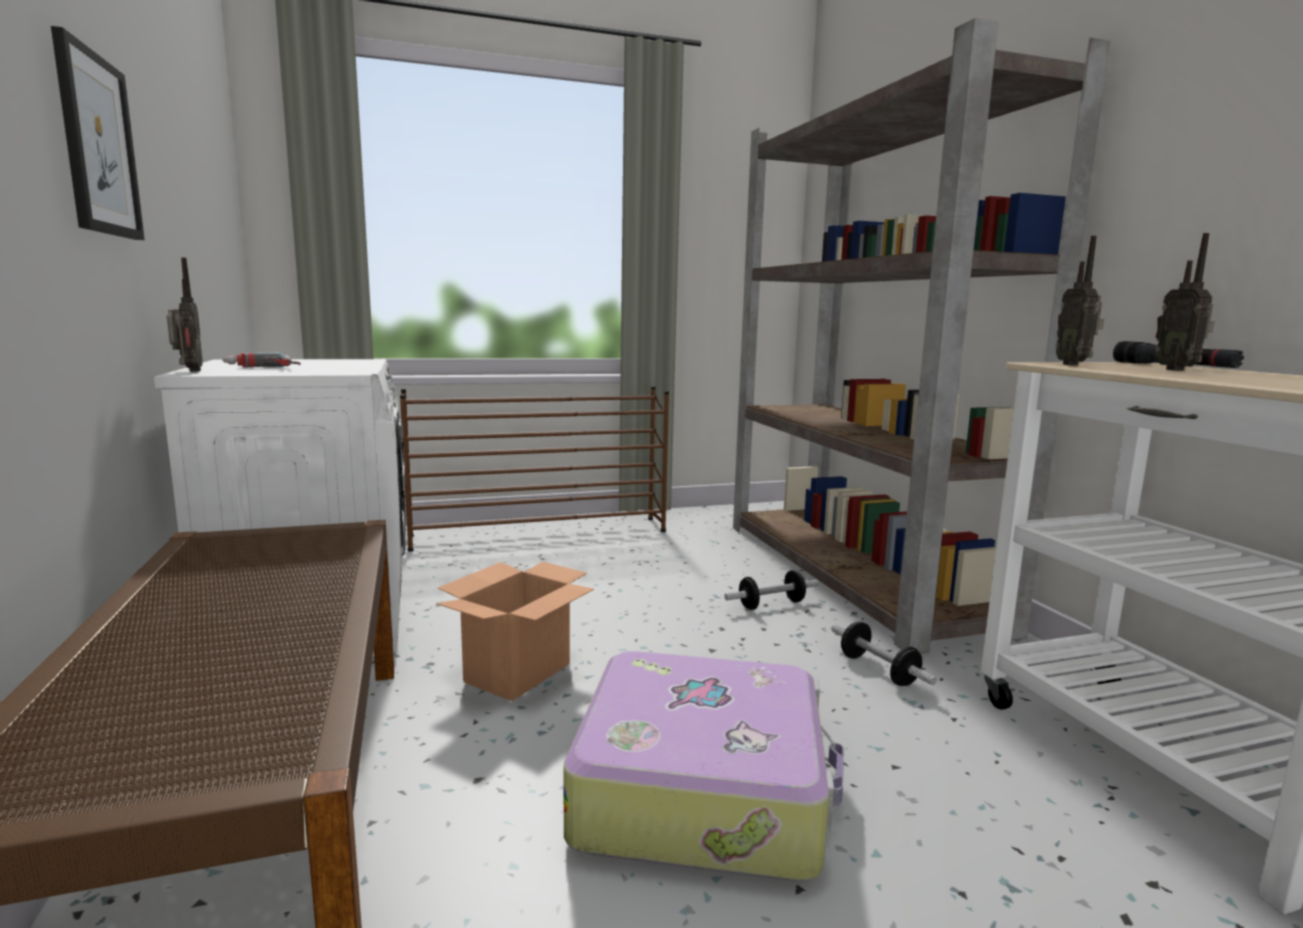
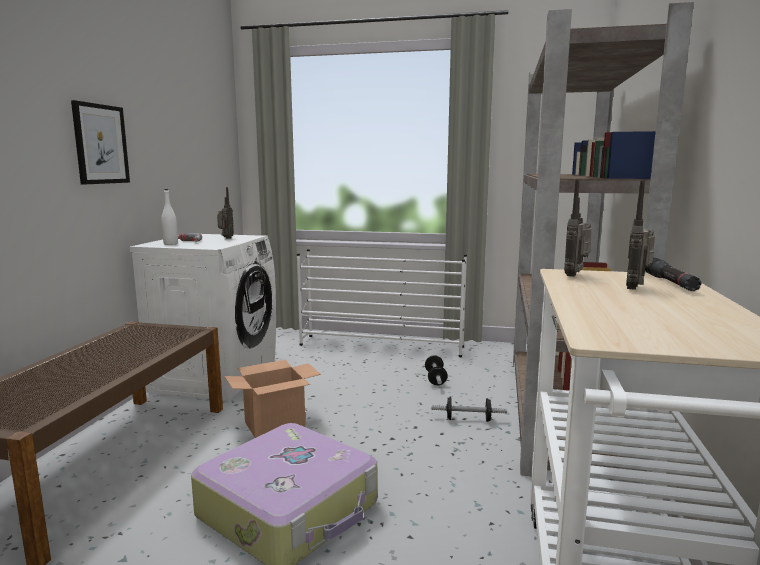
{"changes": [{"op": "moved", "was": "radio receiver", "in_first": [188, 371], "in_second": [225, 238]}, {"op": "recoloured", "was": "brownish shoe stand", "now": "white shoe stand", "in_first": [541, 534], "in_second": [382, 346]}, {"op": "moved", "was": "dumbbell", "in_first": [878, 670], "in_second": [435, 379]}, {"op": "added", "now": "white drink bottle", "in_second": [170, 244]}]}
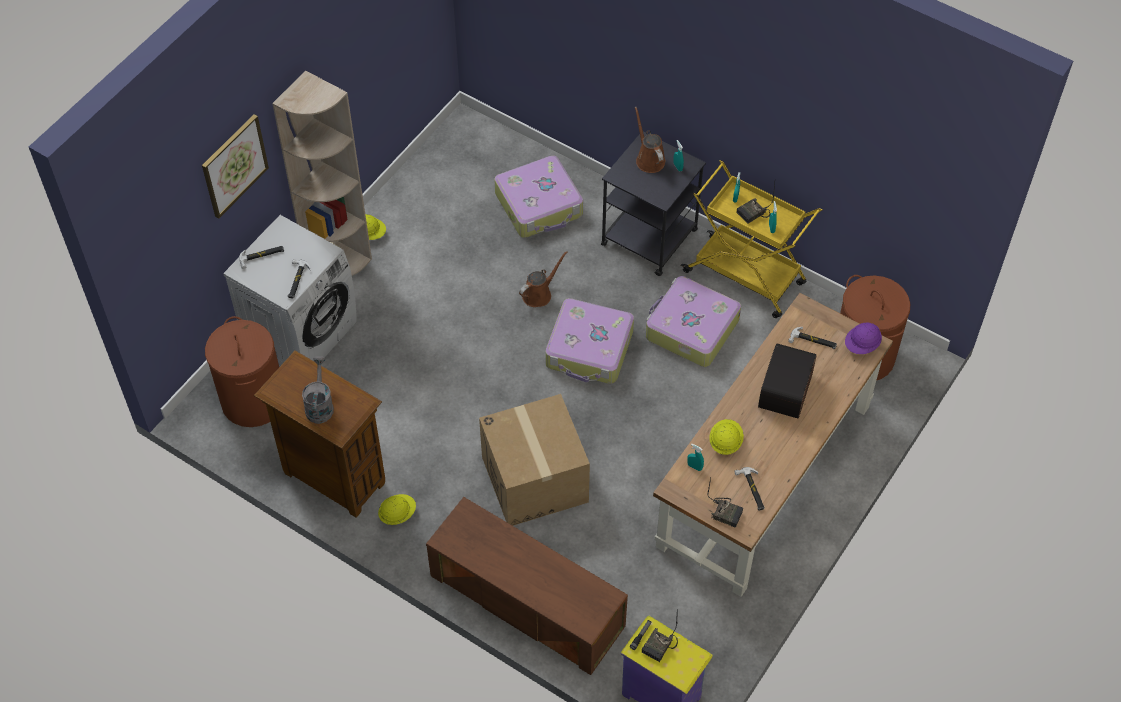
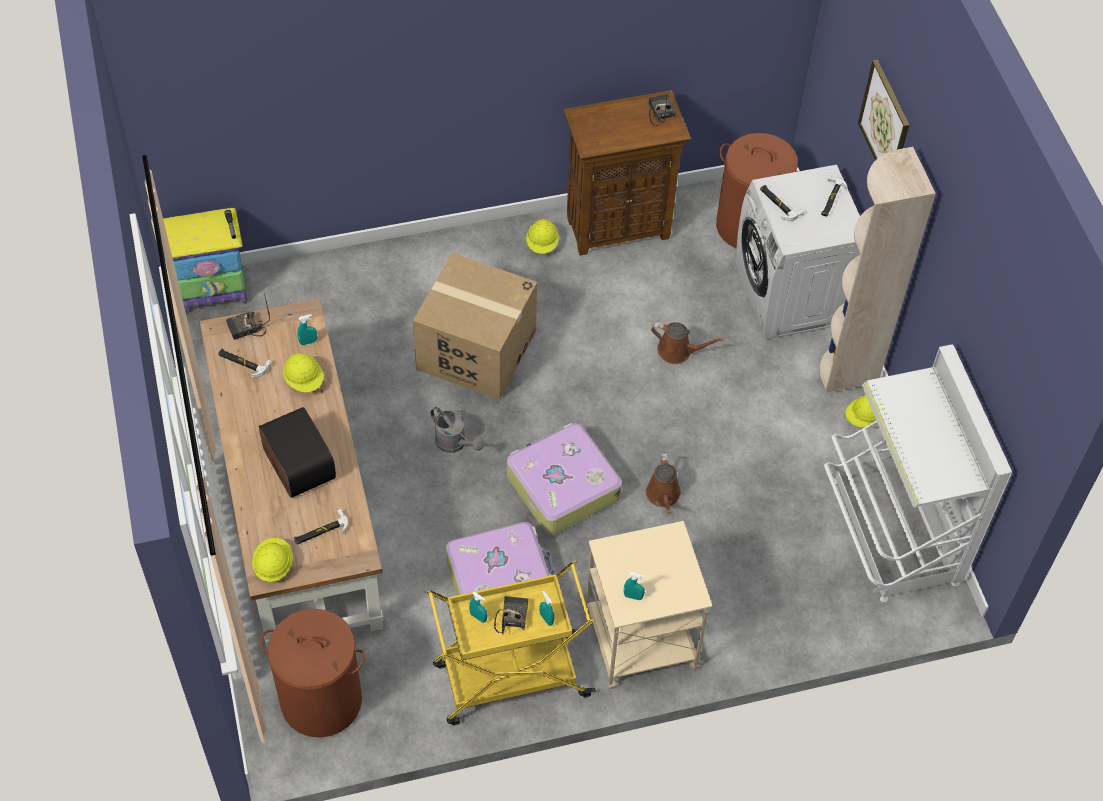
{"changes": [{"op": "moved", "was": "greyish watering can", "in_first": [319, 405], "in_second": [455, 444]}, {"op": "removed", "was": "brownish long seat", "in_first": [525, 601]}, {"op": "removed", "was": "travel case", "in_first": [539, 205]}, {"op": "recoloured", "was": "black wheeled cart", "now": "beige wheeled cart", "in_first": [650, 238], "in_second": [639, 639]}, {"op": "moved", "was": "brownish watering can", "in_first": [649, 159], "in_second": [678, 351]}, {"op": "moved", "was": "radio receiver", "in_first": [660, 647], "in_second": [660, 112]}, {"op": "recoloured", "was": "purplish work helmet", "now": "yellowish work helmet", "in_first": [862, 345], "in_second": [273, 566]}, {"op": "added", "now": "white shoe stand", "in_second": [889, 532]}]}
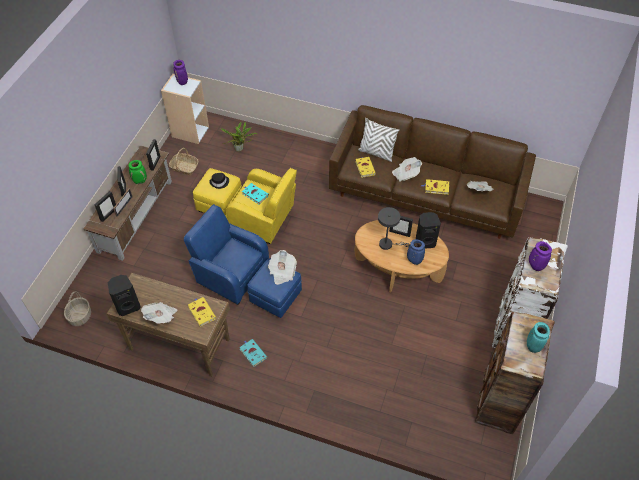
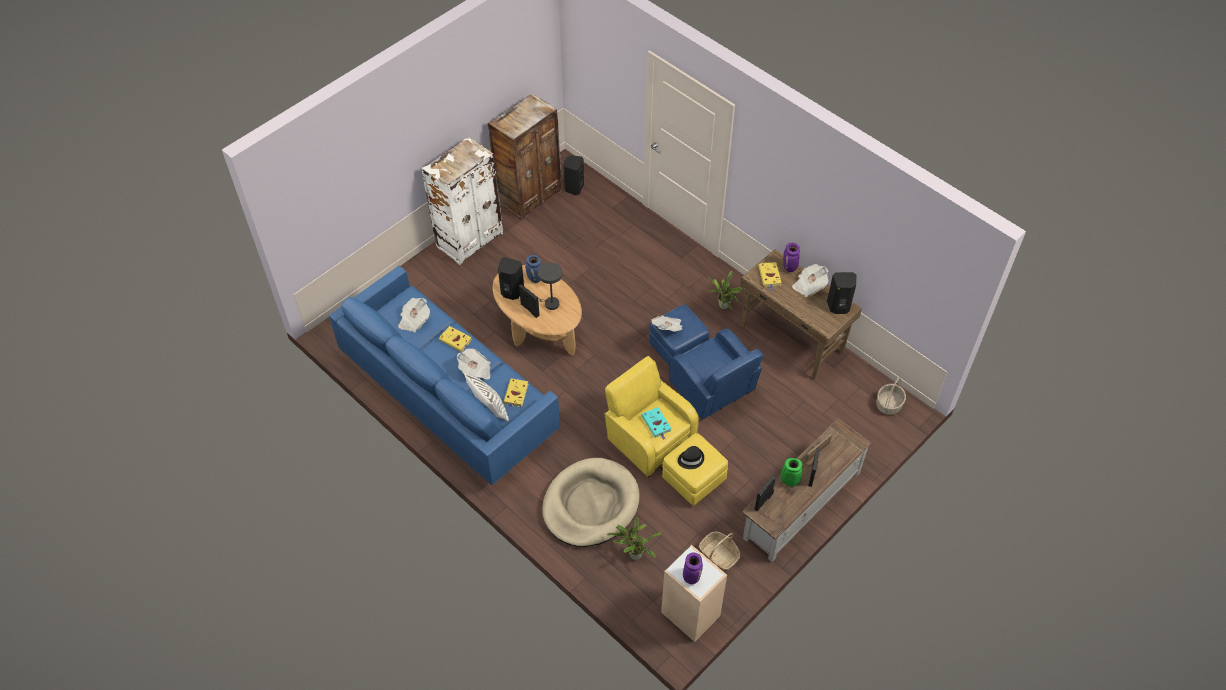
{"changes": [{"op": "removed", "was": "picture frame", "in_first": [108, 214]}, {"op": "replaced", "was": "turquoise bound book", "now": "houseplant", "in_first": [252, 353], "in_second": [723, 307]}, {"op": "recoloured", "was": "brownish settee", "now": "bluish settee", "in_first": [426, 196], "in_second": [448, 396]}, {"op": "removed", "was": "turquoise decorative vase", "in_first": [533, 345]}, {"op": "moved", "was": "purplish decorative vase", "in_first": [535, 265], "in_second": [790, 268]}, {"op": "added", "now": "beige dog bed", "in_second": [590, 505]}, {"op": "added", "now": "black speaker", "in_second": [573, 188]}]}
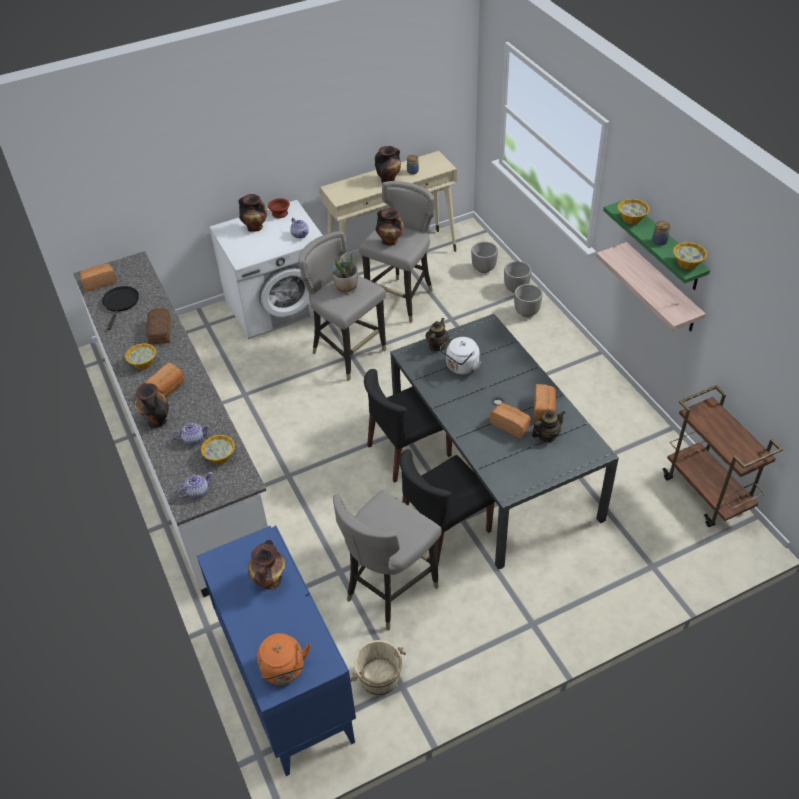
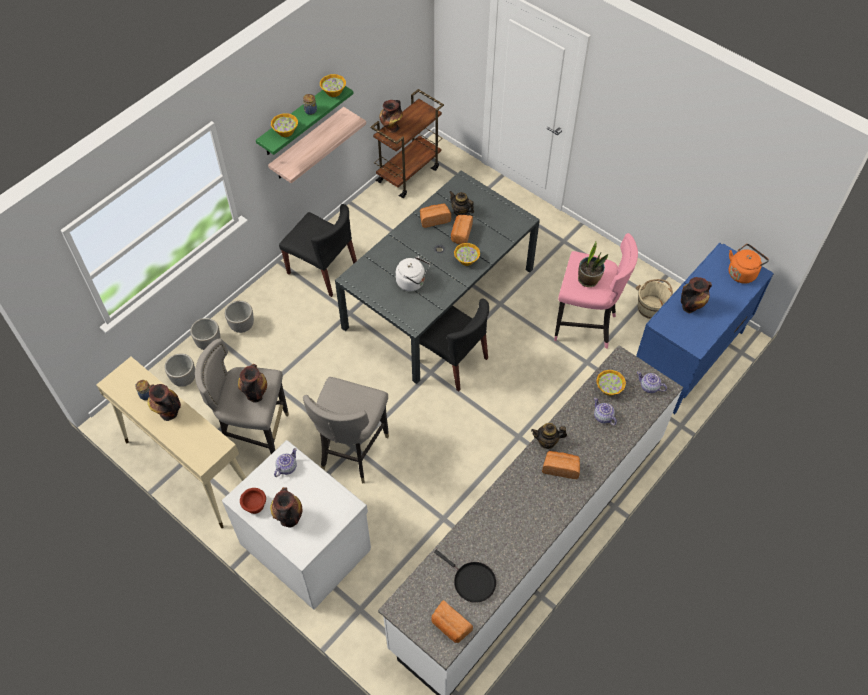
{"changes": [{"op": "turned", "was": "black skillet", "in_first": [121, 303], "in_second": [472, 581], "clockwise": -120}, {"op": "moved", "was": "serving bowl", "in_first": [143, 363], "in_second": [466, 260]}, {"op": "moved", "was": "decorative vase", "in_first": [156, 420], "in_second": [392, 128]}, {"op": "removed", "was": "bread", "in_first": [161, 331]}, {"op": "moved", "was": "houseplant", "in_first": [346, 288], "in_second": [588, 280]}, {"op": "recoloured", "was": "greyish stool", "now": "pink-coloured stool", "in_first": [389, 591], "in_second": [585, 326]}, {"op": "moved", "was": "black upright chair", "in_first": [444, 529], "in_second": [323, 269]}, {"op": "moved", "was": "tea pot", "in_first": [437, 346], "in_second": [547, 441]}]}
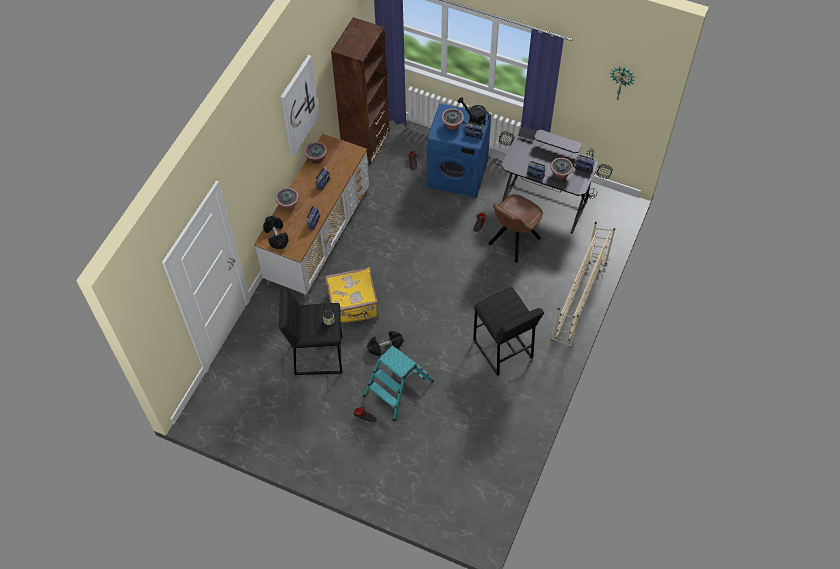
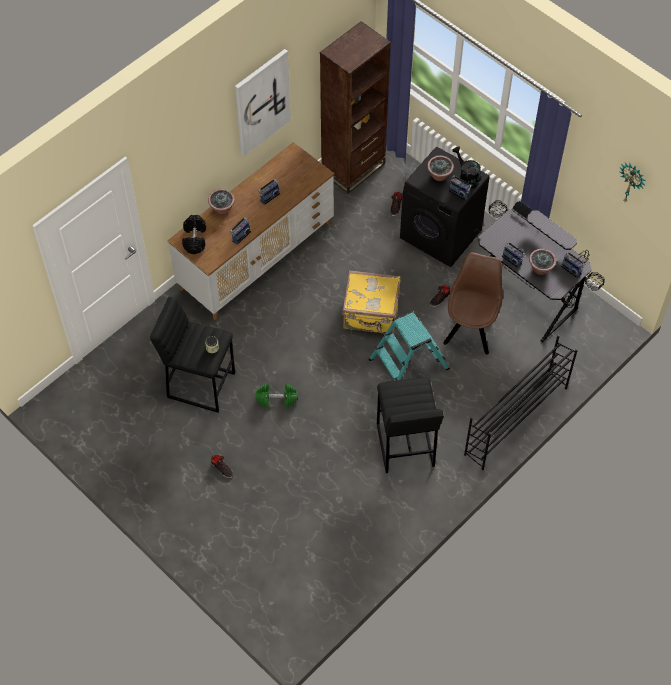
{"changes": [{"op": "removed", "was": "houseplant", "in_first": [316, 159]}, {"op": "moved", "was": "yellowish travel case", "in_first": [353, 306], "in_second": [371, 314]}, {"op": "moved", "was": "turquoise stepladder", "in_first": [398, 388], "in_second": [408, 364]}, {"op": "recoloured", "was": "black dumbbell", "now": "greenish dumbbell", "in_first": [385, 346], "in_second": [277, 399]}, {"op": "recoloured", "was": "bluish washing machine", "now": "black washing machine", "in_first": [457, 174], "in_second": [440, 234]}, {"op": "turned", "was": "brownish upright chair", "in_first": [513, 241], "in_second": [470, 329], "clockwise": 135}, {"op": "recoloured", "was": "beige shoe stand", "now": "black shoe stand", "in_first": [579, 301], "in_second": [515, 421]}]}
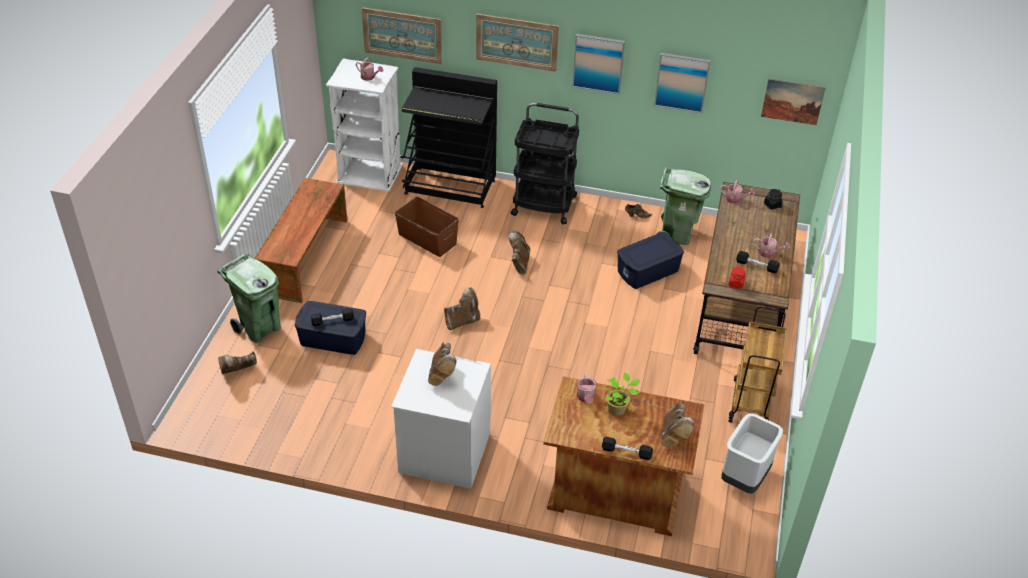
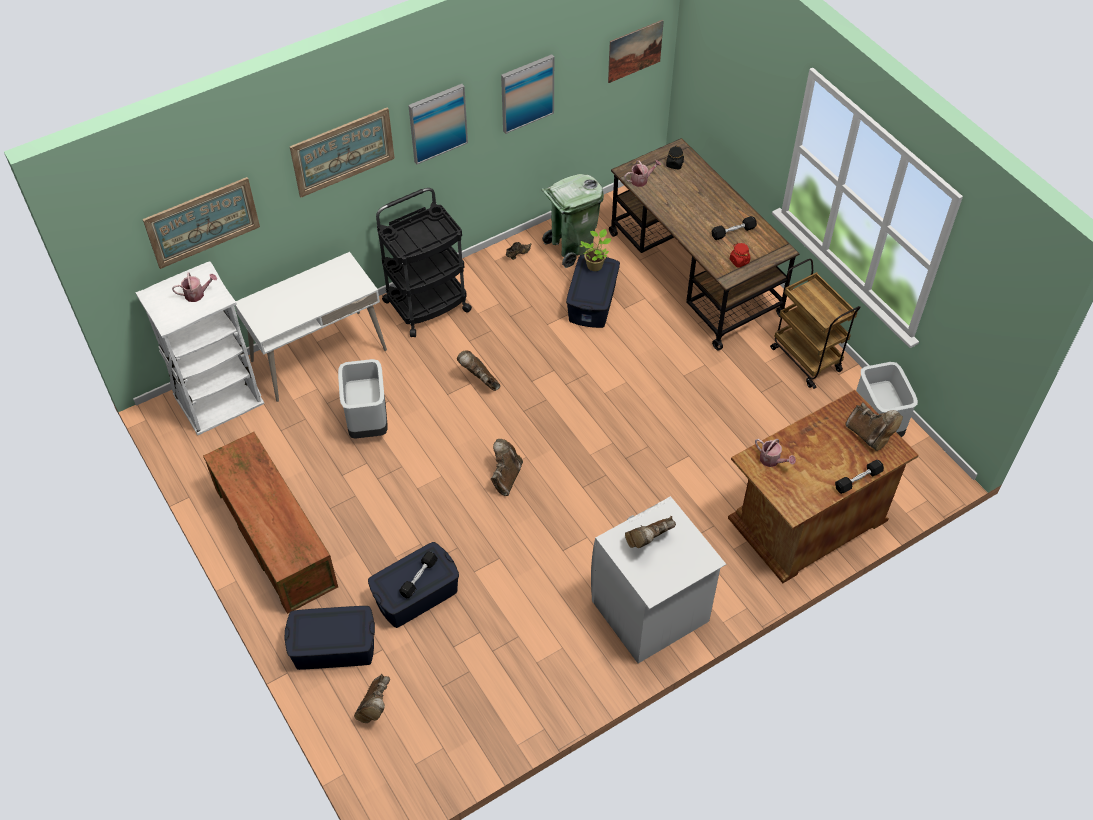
{"changes": [{"op": "replaced", "was": "greenish rubbish bin", "now": "bluish storage bin", "in_first": [259, 328], "in_second": [334, 647]}, {"op": "replaced", "was": "brownish storage bin", "now": "greyish rubbish bin", "in_first": [427, 238], "in_second": [367, 423]}, {"op": "replaced", "was": "black shoe stand", "now": "white desk", "in_first": [449, 189], "in_second": [319, 355]}, {"op": "turned", "was": "brownish tall boot", "in_first": [441, 374], "in_second": [648, 542], "clockwise": 105}, {"op": "moved", "was": "houseplant", "in_first": [618, 409], "in_second": [595, 265]}, {"op": "removed", "was": "watering can", "in_first": [769, 253]}]}
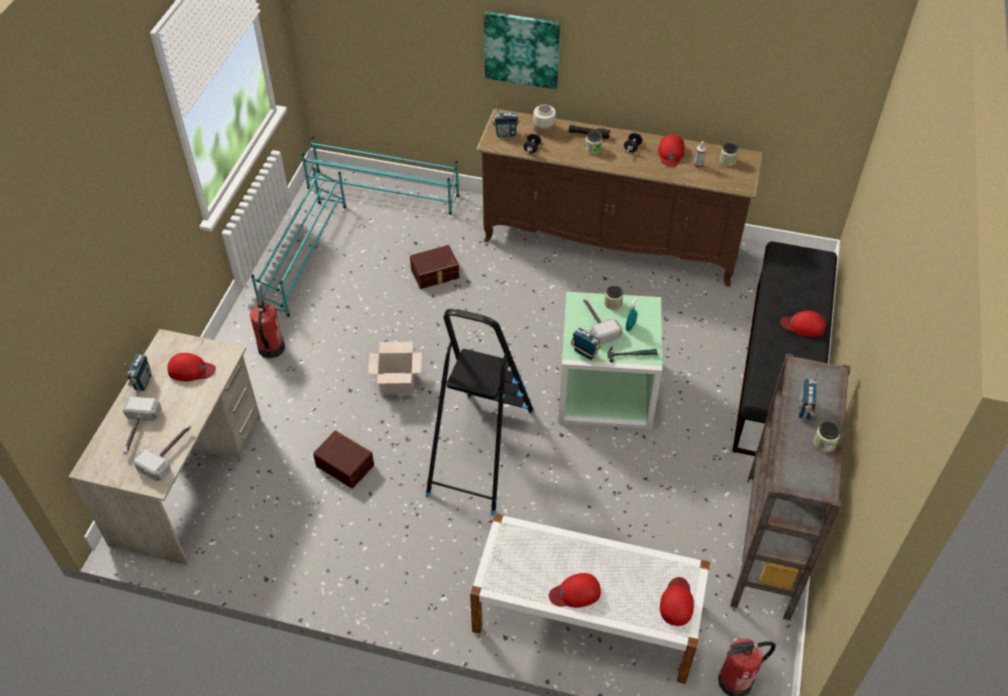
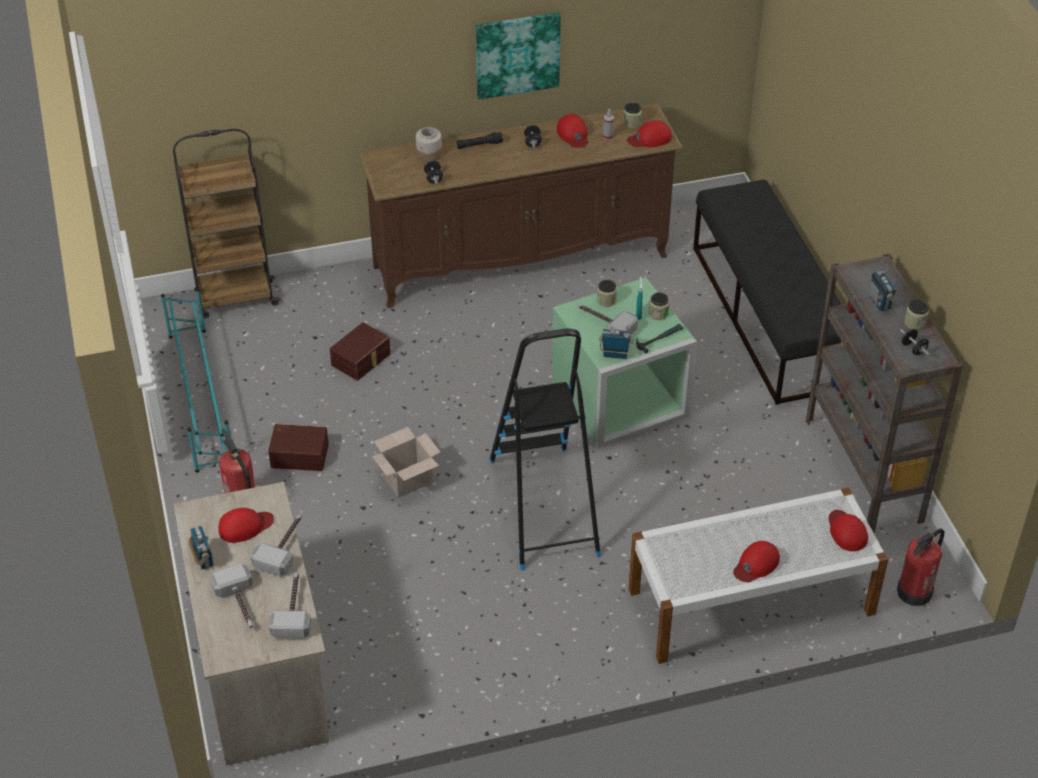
{"changes": [{"op": "replaced", "was": "turquoise shoe stand", "now": "brownish wheeled cart", "in_first": [383, 192], "in_second": [236, 299]}, {"op": "moved", "was": "brownish storage bin", "in_first": [345, 464], "in_second": [299, 454]}, {"op": "moved", "was": "wall art", "in_first": [522, 49], "in_second": [517, 54]}, {"op": "removed", "was": "radio receiver", "in_first": [506, 134]}, {"op": "moved", "was": "storage jar", "in_first": [593, 149], "in_second": [658, 313]}, {"op": "moved", "was": "red-coloured baseball cap", "in_first": [803, 326], "in_second": [650, 138]}, {"op": "added", "now": "tool hammer", "in_second": [284, 547]}, {"op": "added", "now": "black dumbbell", "in_second": [913, 349]}]}
